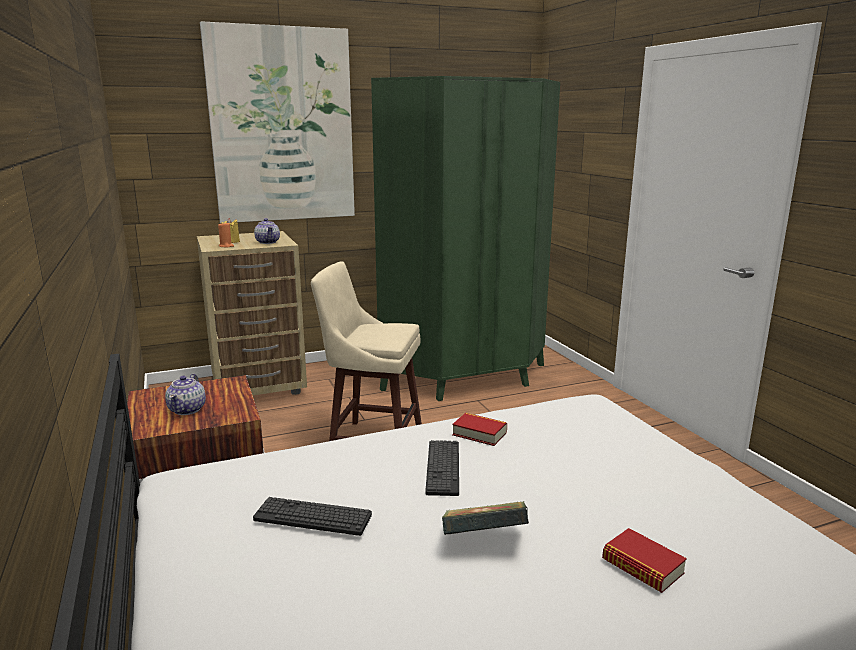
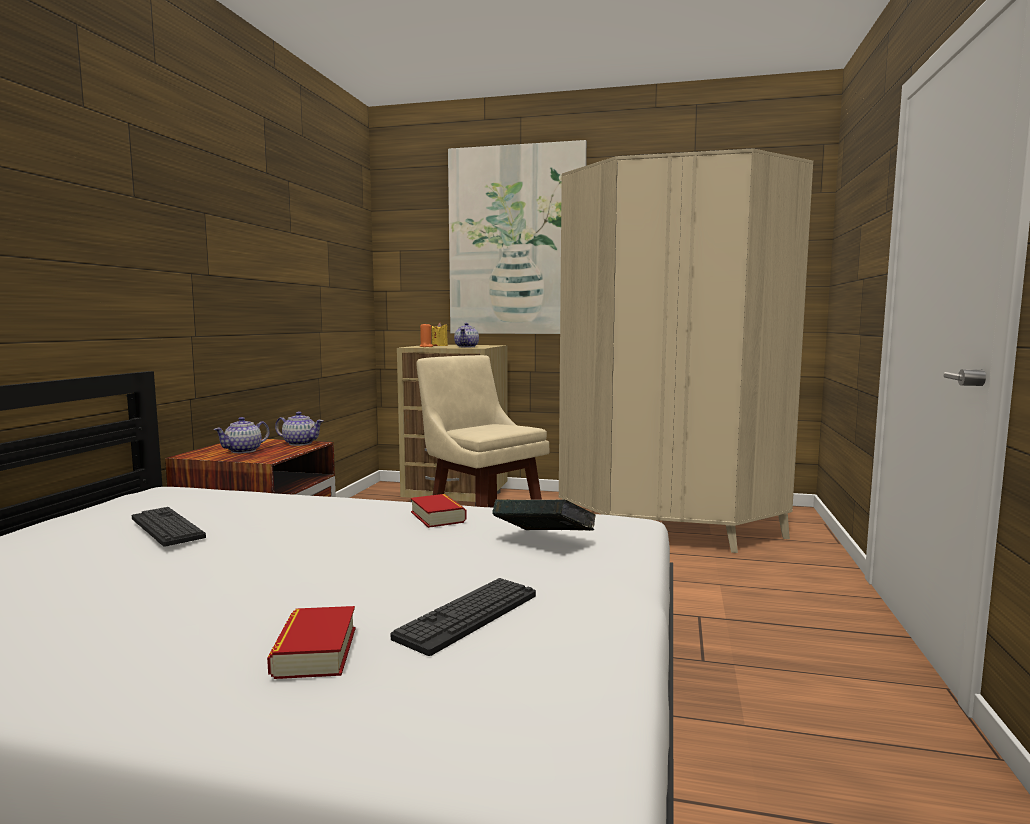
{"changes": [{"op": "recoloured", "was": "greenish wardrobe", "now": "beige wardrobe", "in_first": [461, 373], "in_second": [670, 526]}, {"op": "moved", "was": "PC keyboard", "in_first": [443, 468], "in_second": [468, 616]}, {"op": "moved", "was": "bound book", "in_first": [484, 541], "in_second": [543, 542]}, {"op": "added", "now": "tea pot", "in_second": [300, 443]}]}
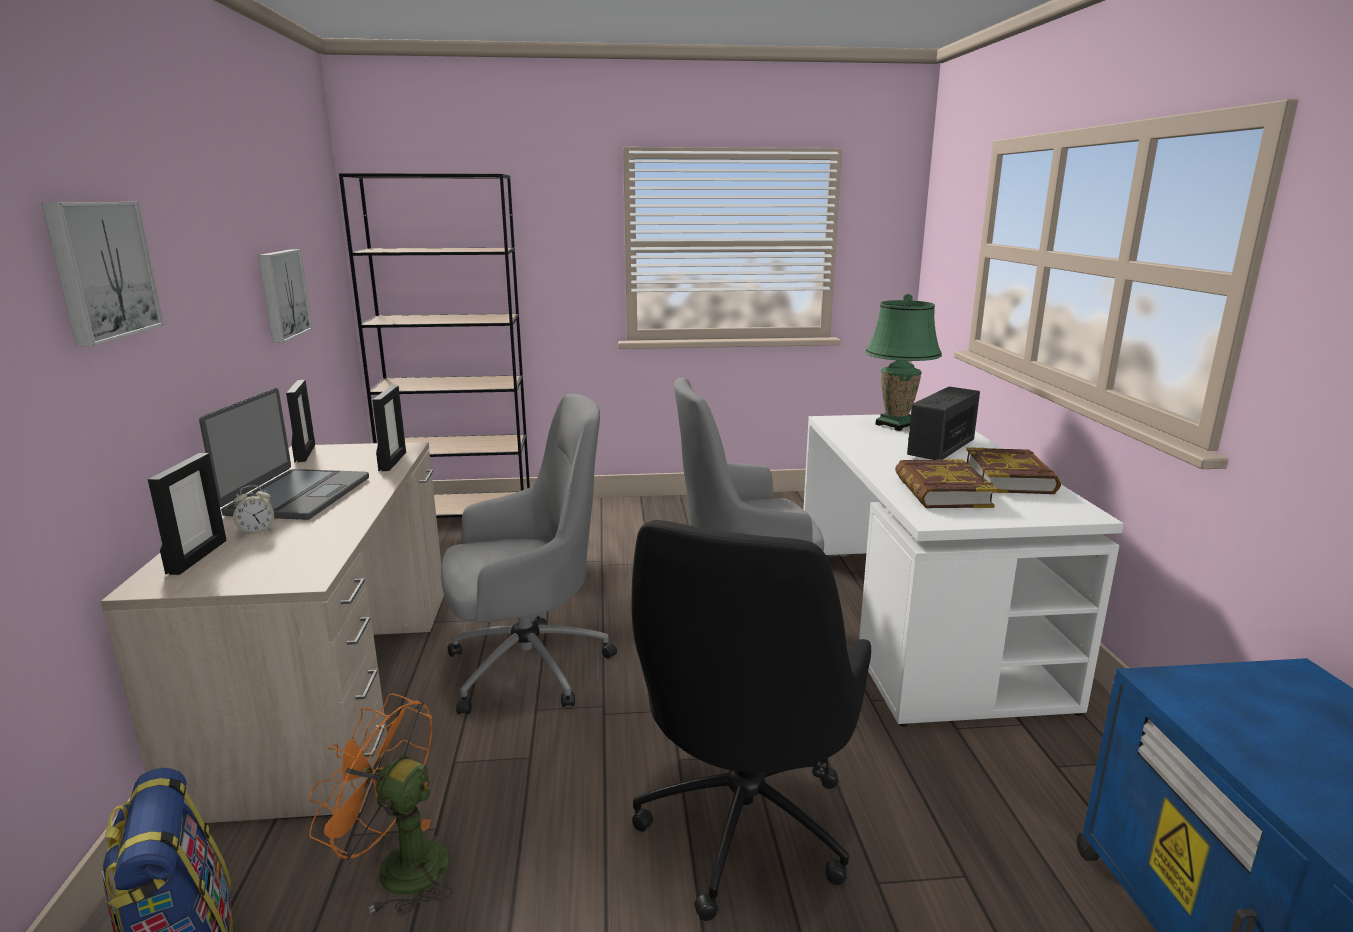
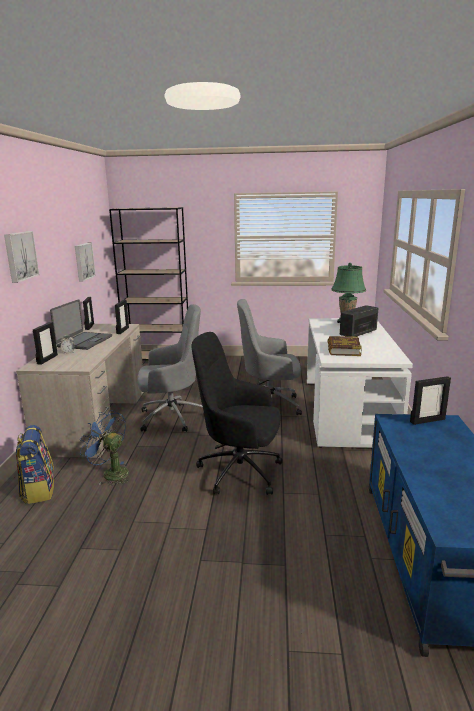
{"changes": [{"op": "recoloured", "was": "orange-coloured fan", "now": "bluish fan", "in_first": [398, 866], "in_second": [110, 473]}, {"op": "turned", "was": "black office chair", "in_first": [744, 828], "in_second": [239, 473], "clockwise": 75}, {"op": "removed", "was": "bound book", "in_first": [1009, 478]}, {"op": "added", "now": "picture frame", "in_second": [427, 420]}]}
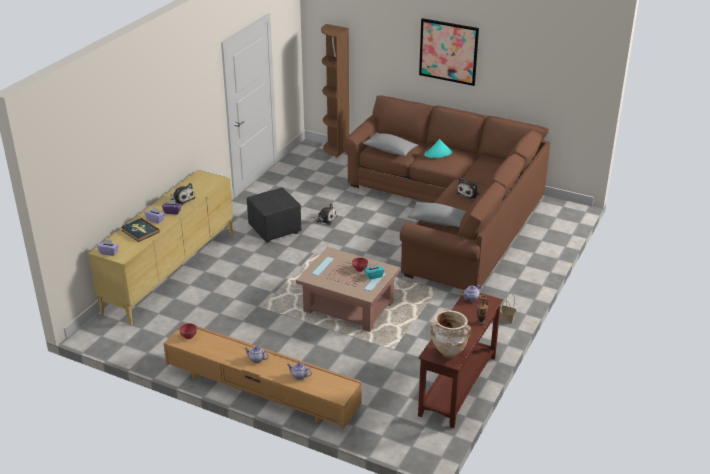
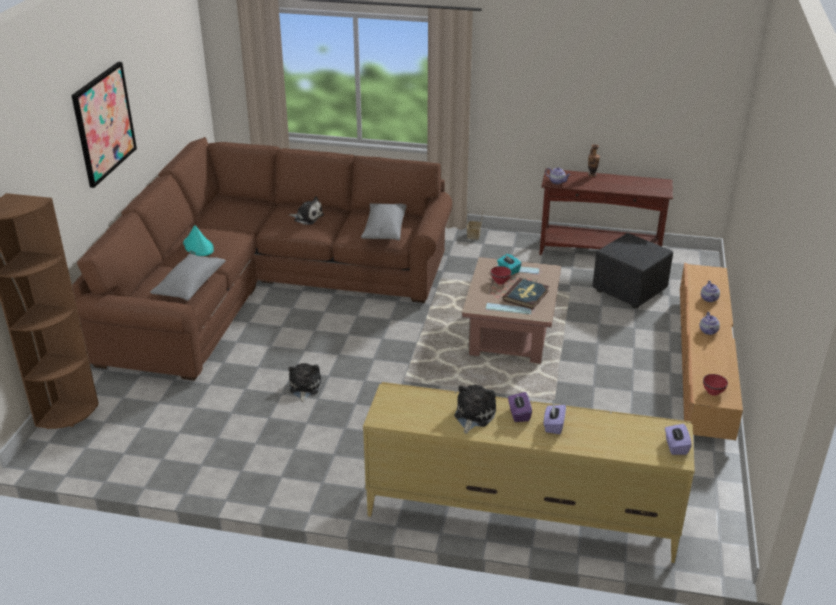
{"changes": [{"op": "moved", "was": "bound book", "in_first": [140, 231], "in_second": [526, 296]}, {"op": "moved", "was": "black footrest", "in_first": [274, 230], "in_second": [629, 291]}, {"op": "removed", "was": "beige decorative vase", "in_first": [448, 353]}]}
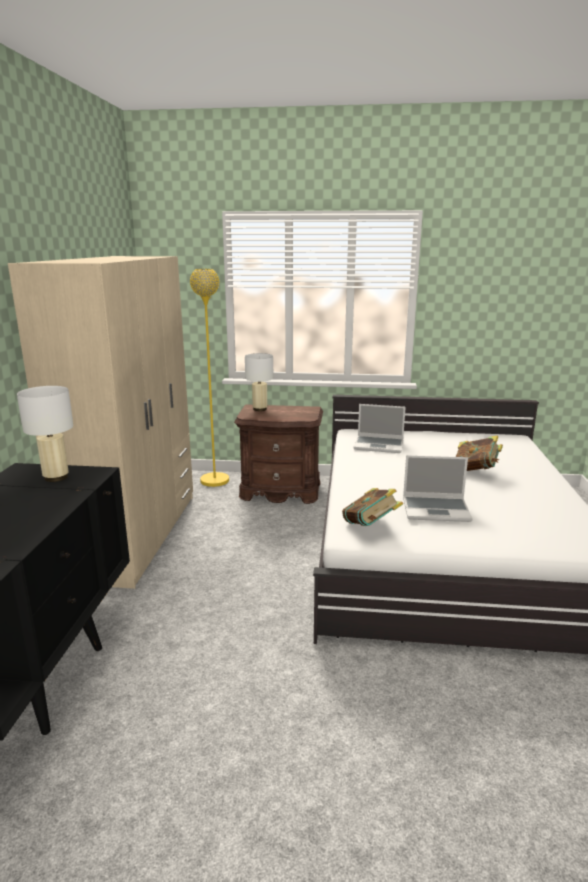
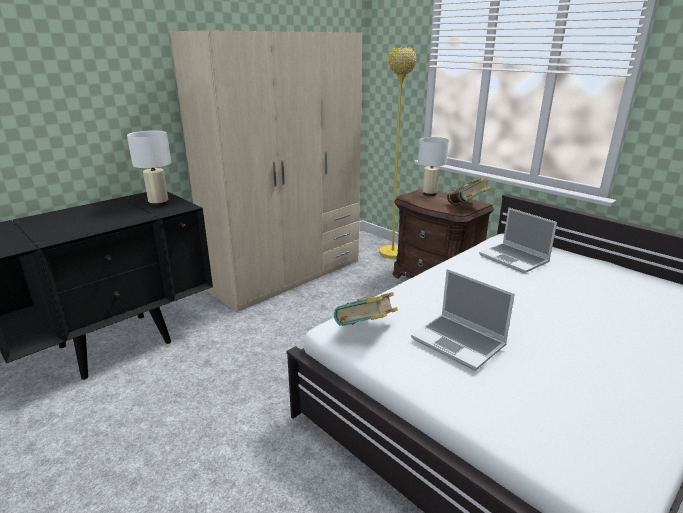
{"changes": [{"op": "moved", "was": "bound book", "in_first": [475, 471], "in_second": [467, 206]}]}
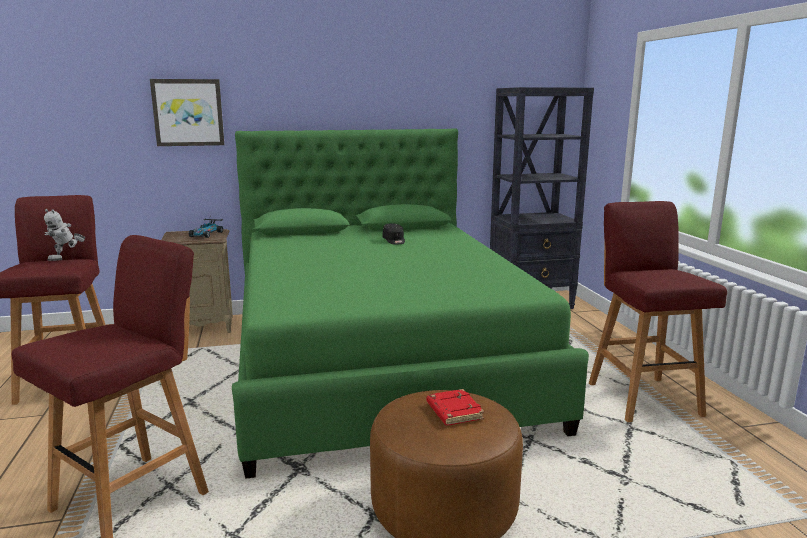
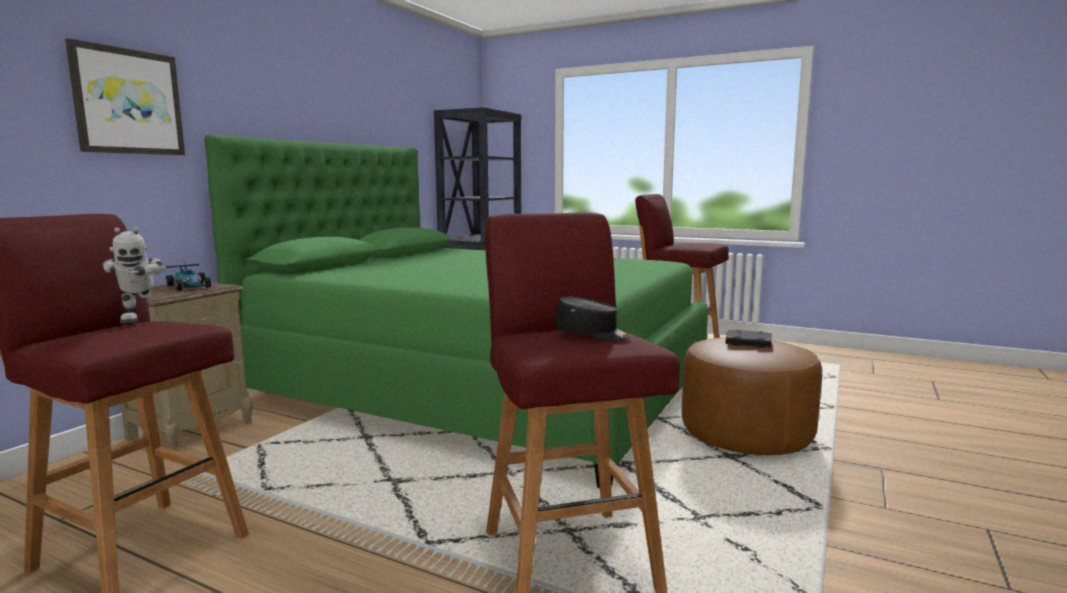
{"changes": [{"op": "moved", "was": "black baseball cap", "in_first": [394, 241], "in_second": [592, 335]}, {"op": "recoloured", "was": "red-coloured bound book", "now": "black bound book", "in_first": [453, 411], "in_second": [747, 343]}]}
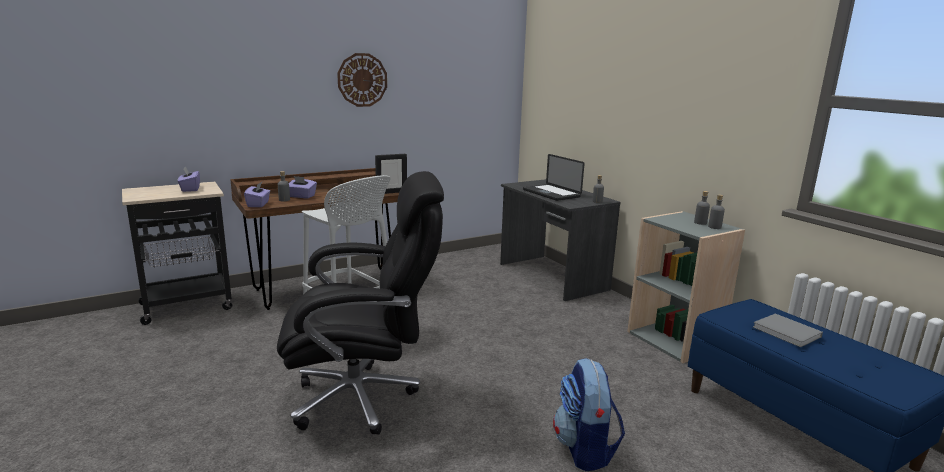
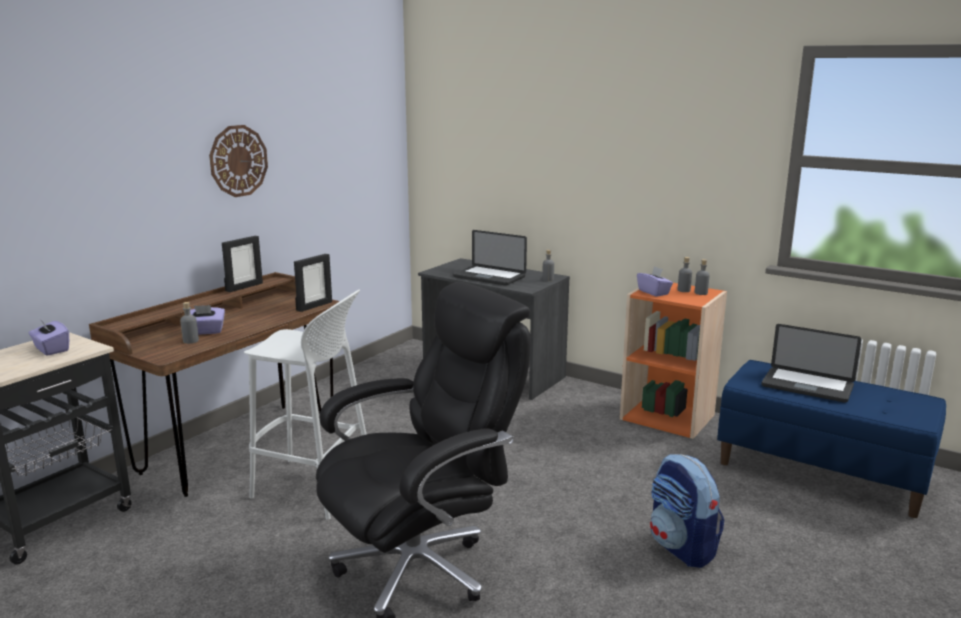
{"changes": [{"op": "moved", "was": "purplish tissue holder", "in_first": [258, 204], "in_second": [654, 292]}, {"op": "recoloured", "was": "greyish shelving unit", "now": "orange-coloured shelving unit", "in_first": [675, 340], "in_second": [668, 417]}, {"op": "replaced", "was": "greyish bound book", "now": "laptop", "in_first": [788, 332], "in_second": [807, 386]}, {"op": "added", "now": "picture frame", "in_second": [244, 287]}]}
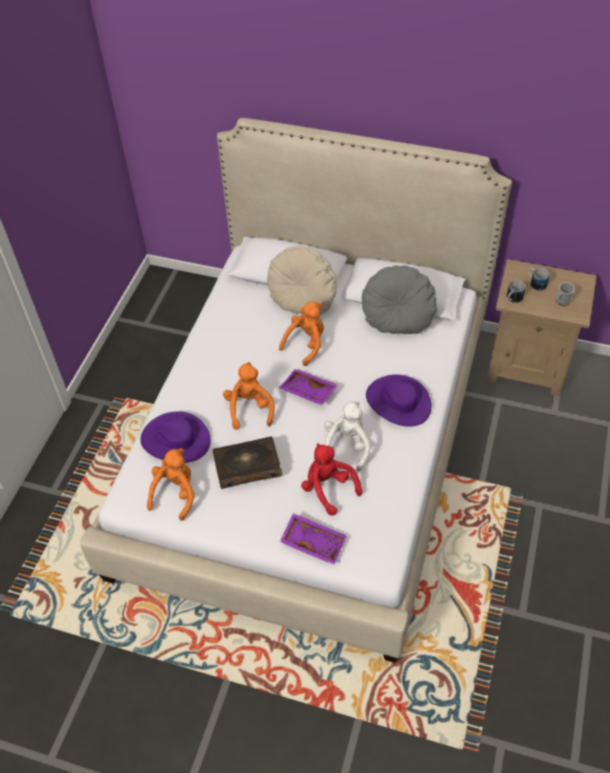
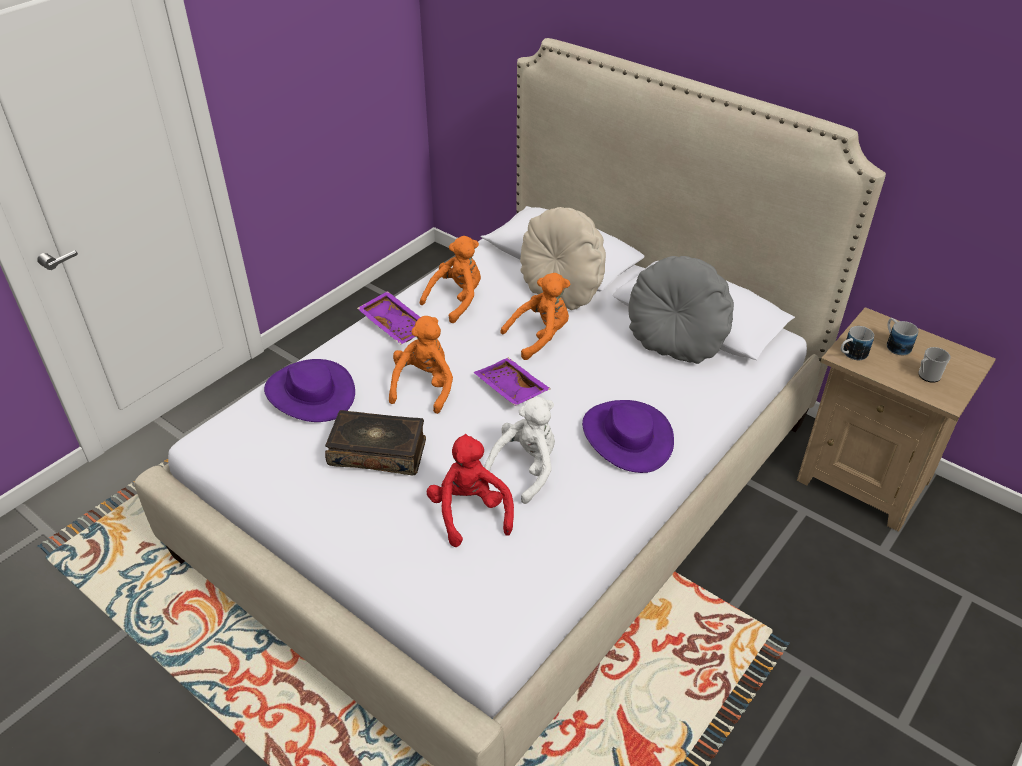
{"changes": [{"op": "moved", "was": "orange-coloured soft toy", "in_first": [175, 493], "in_second": [457, 300]}, {"op": "moved", "was": "purplish carrying tray", "in_first": [314, 542], "in_second": [396, 324]}]}
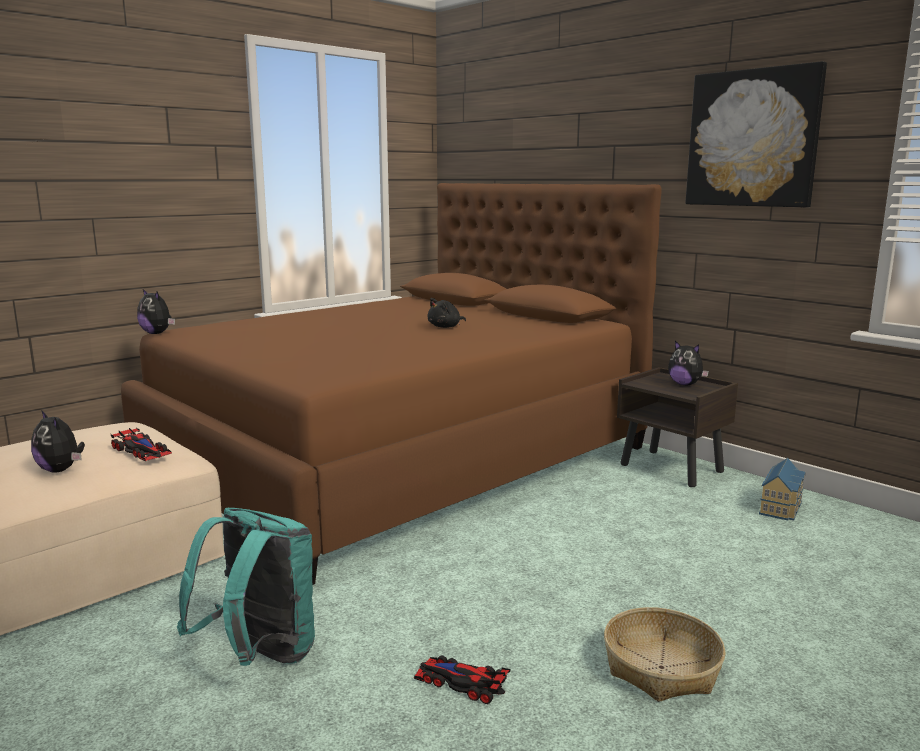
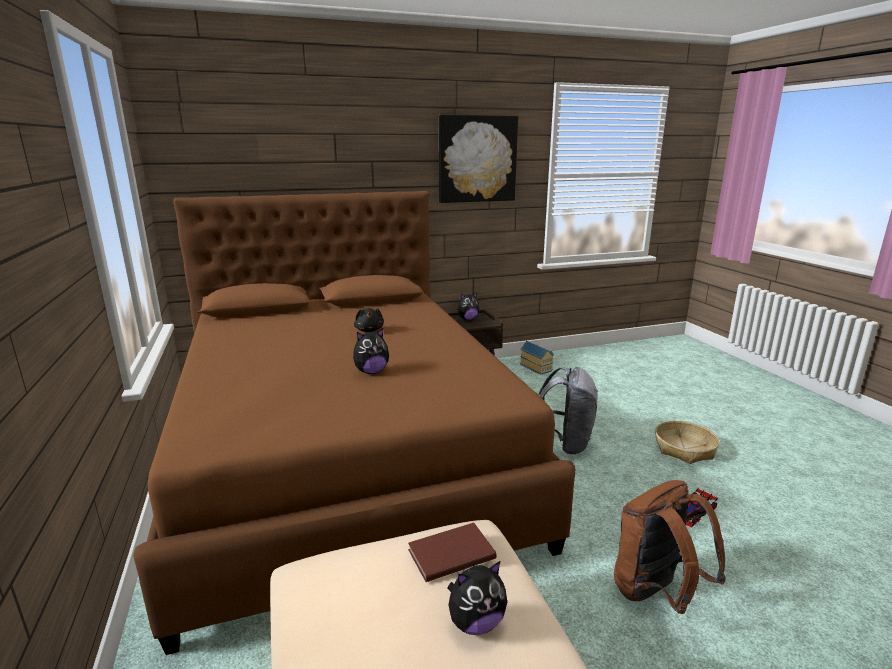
{"changes": [{"op": "replaced", "was": "toy car", "now": "brownish bound book", "in_first": [141, 451], "in_second": [449, 553]}, {"op": "moved", "was": "soft toy", "in_first": [157, 333], "in_second": [371, 371]}, {"op": "recoloured", "was": "turquoise rucksack", "now": "brownish rucksack", "in_first": [260, 656], "in_second": [656, 593]}, {"op": "added", "now": "greyish rucksack", "in_second": [565, 443]}]}
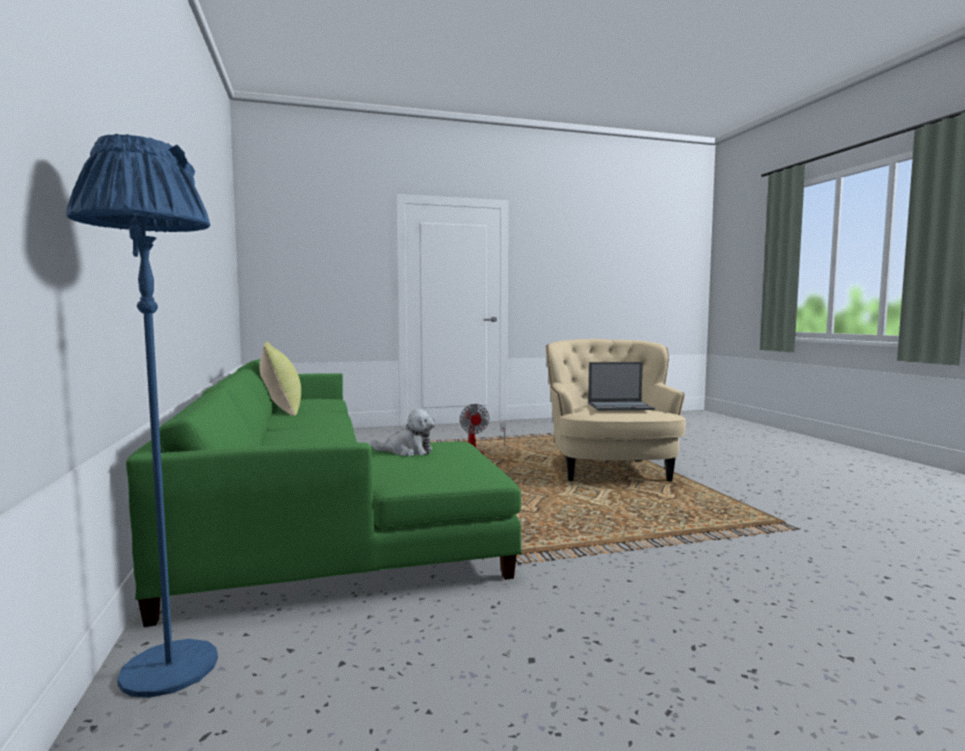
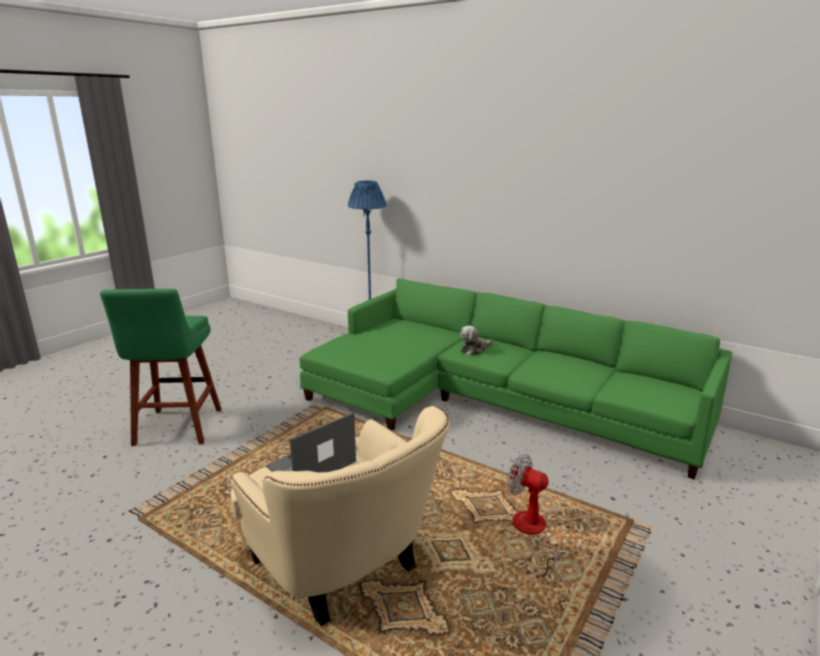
{"changes": [{"op": "removed", "was": "yellowish cushion", "in_first": [281, 410]}, {"op": "moved", "was": "soft toy", "in_first": [407, 451], "in_second": [474, 349]}, {"op": "added", "now": "greenish stool", "in_second": [177, 428]}]}
